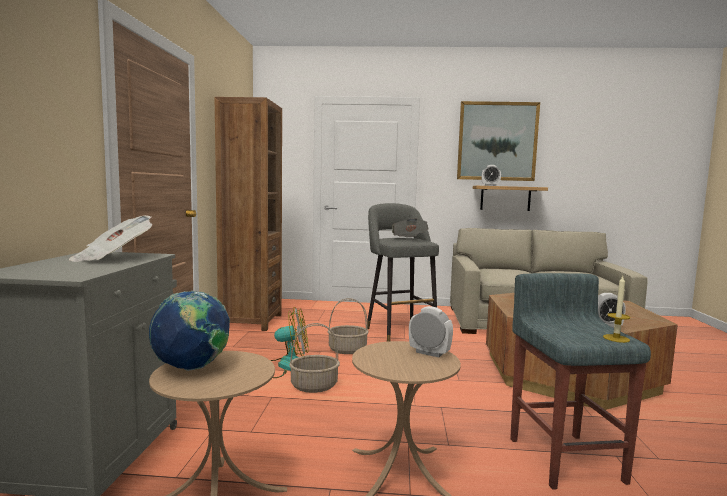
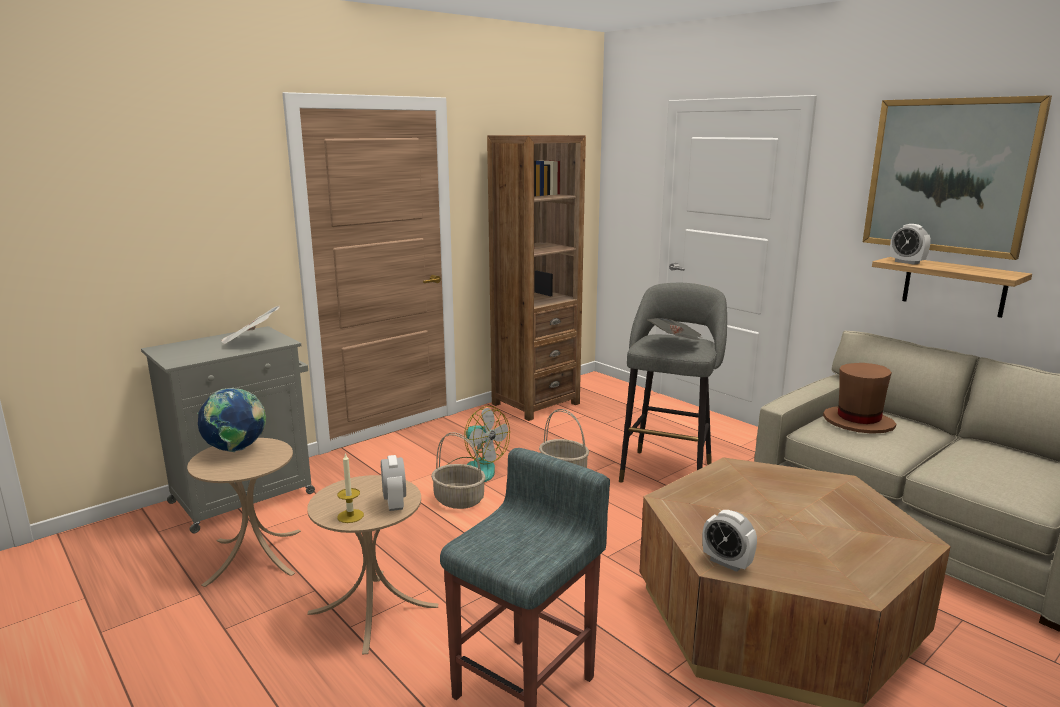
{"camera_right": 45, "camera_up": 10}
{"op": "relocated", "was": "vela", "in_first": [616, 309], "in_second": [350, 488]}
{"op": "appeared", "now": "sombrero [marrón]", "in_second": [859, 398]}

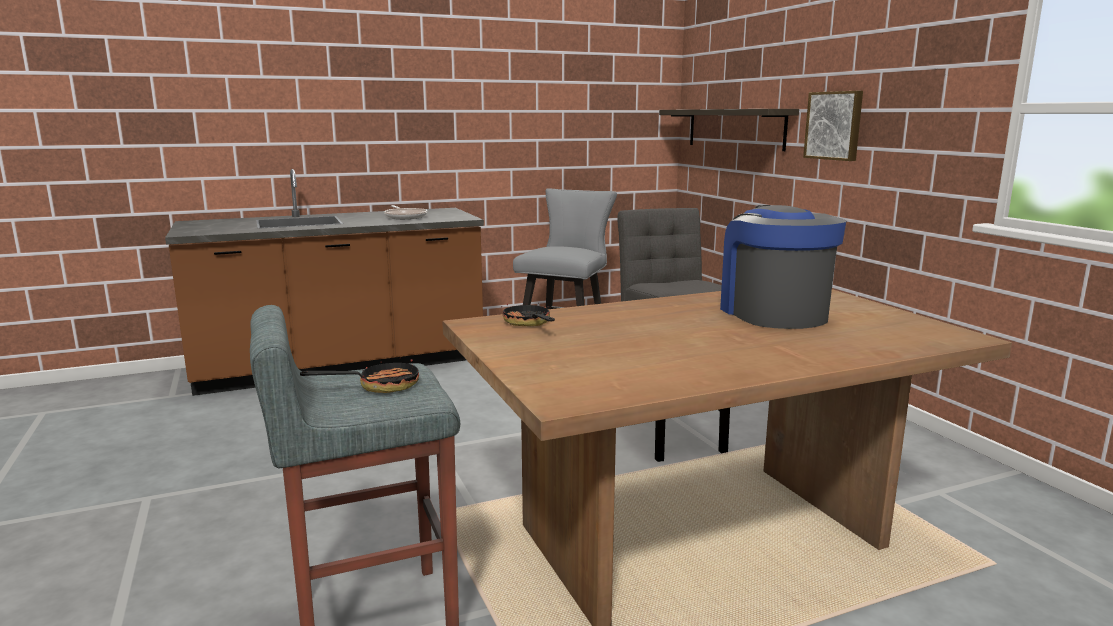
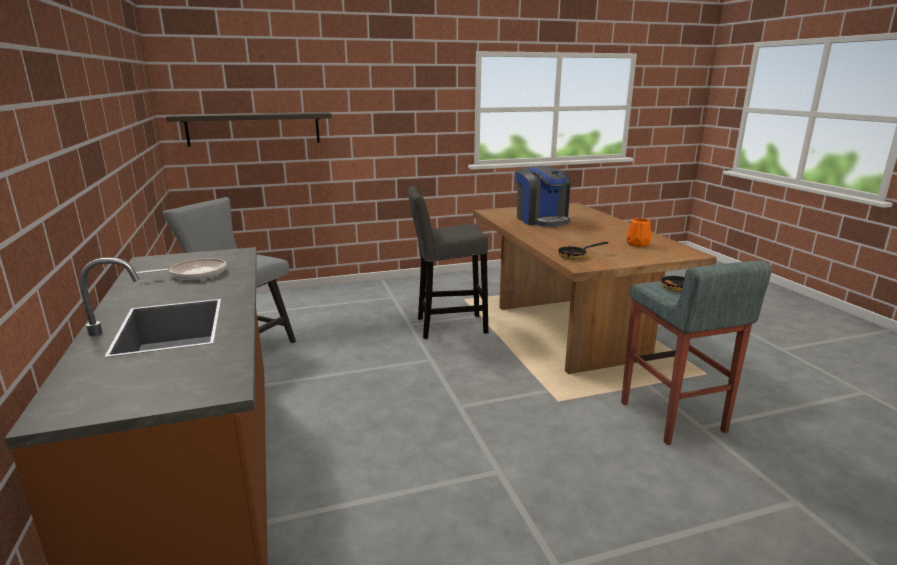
{"camera_right": -85, "camera_up": 5}
{"op": "missing", "was": "cuadro", "in_first": [833, 126]}
{"op": "spun", "was": "cafetera", "in_first": [783, 267], "in_second": [542, 196], "clockwise": -105}
{"op": "appeared", "now": "florero [naranja]", "in_second": [638, 232]}

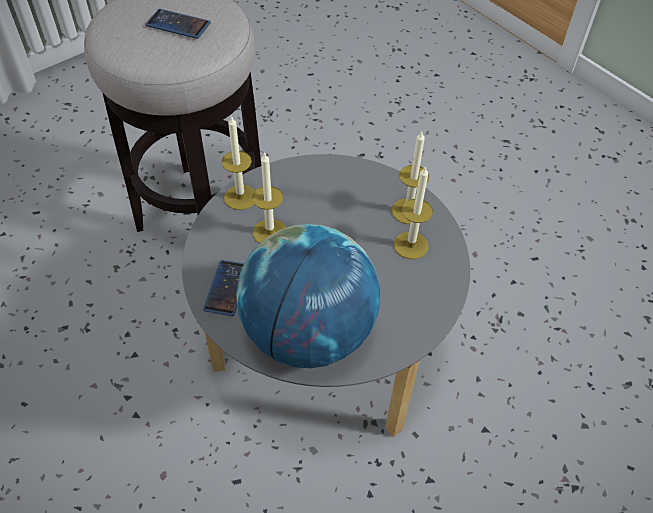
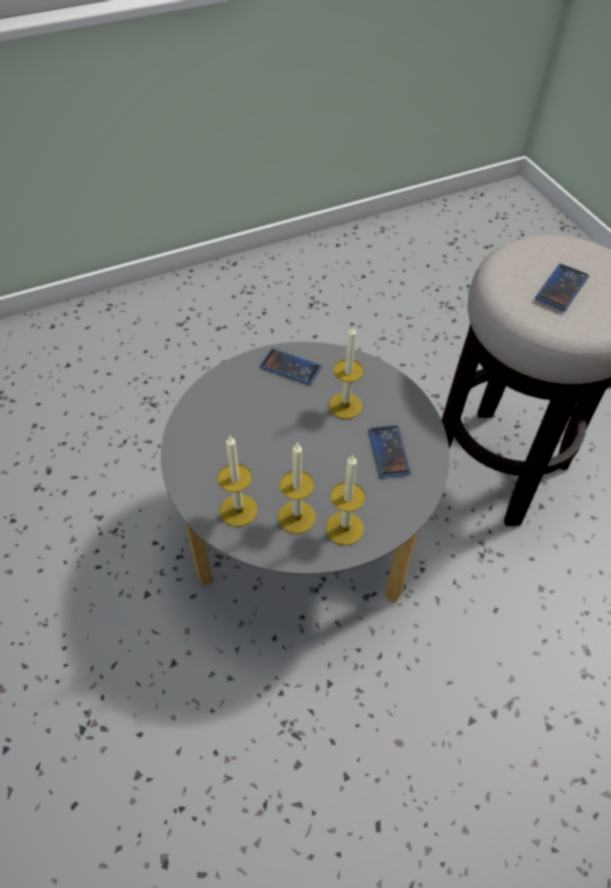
{"camera_right": 105, "camera_up": 0}
{"op": "relocated", "was": "vela", "in_first": [238, 162], "in_second": [238, 481]}
{"op": "missing", "was": "globo terráqueo", "in_first": [308, 296]}
{"op": "appeared", "now": "móvil", "in_second": [390, 451]}

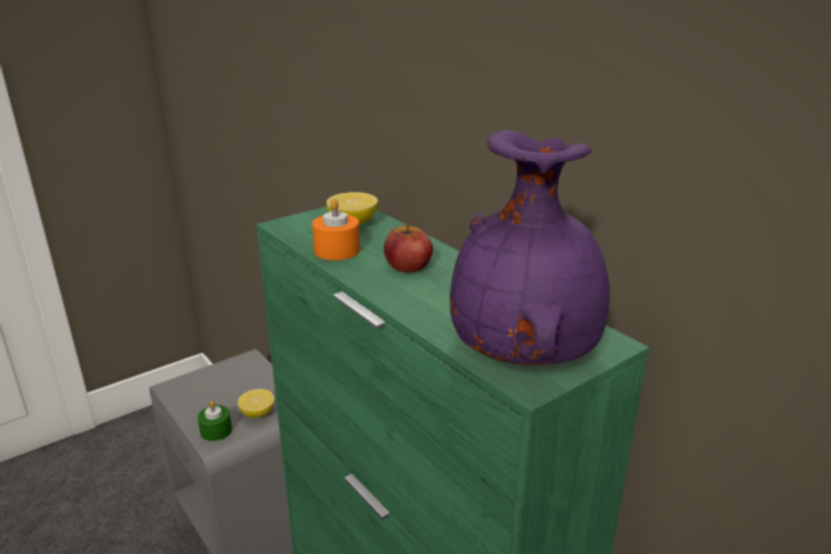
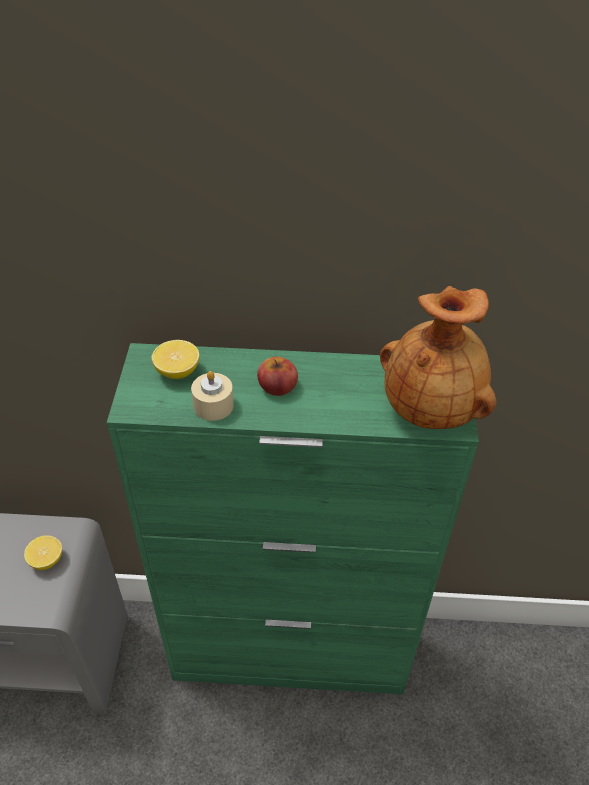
{"camera_right": -50, "camera_up": 20}
{"op": "colour", "was": "florero [morado]", "now": "florero [marrón]", "in_first": [530, 248], "in_second": [438, 357]}
{"op": "colour", "was": "vela [naranja]", "now": "vela [beis]", "in_first": [336, 229], "in_second": [212, 396]}
{"op": "missing", "was": "vela [verde]", "in_first": [215, 421]}

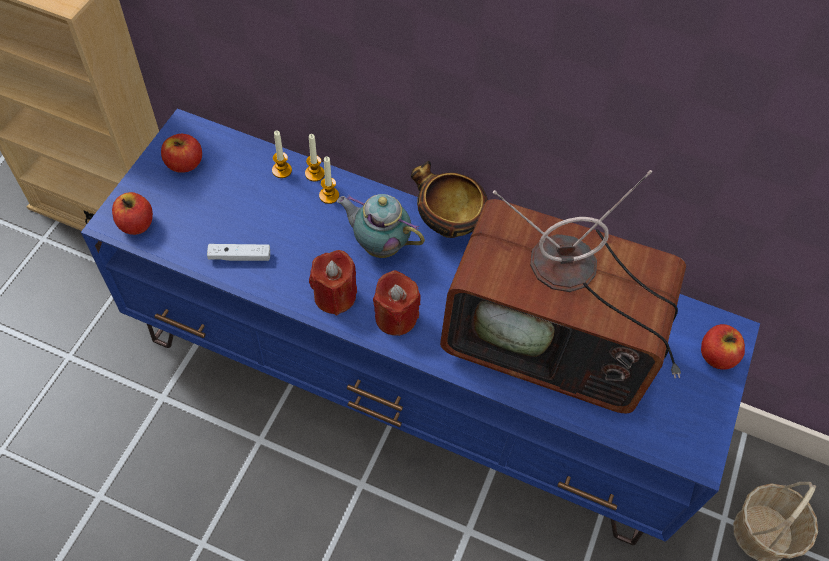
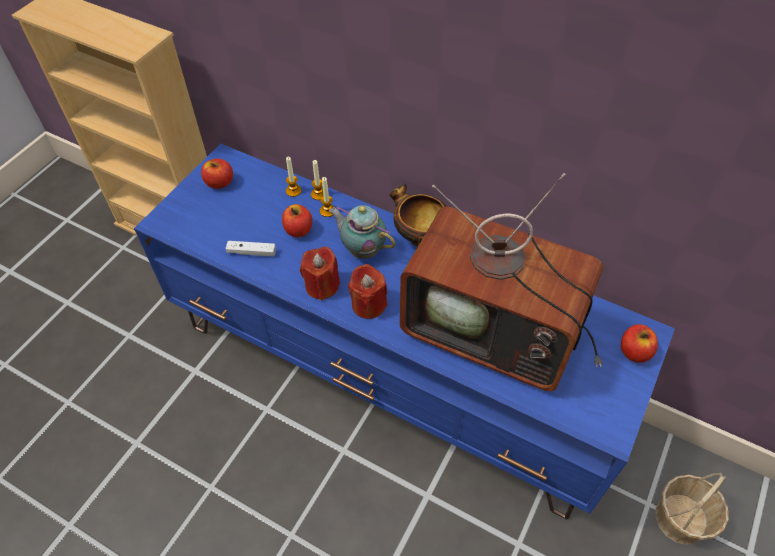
{"camera_right": 10, "camera_up": -5}
{"op": "relocated", "was": "manzana", "in_first": [132, 213], "in_second": [297, 220]}

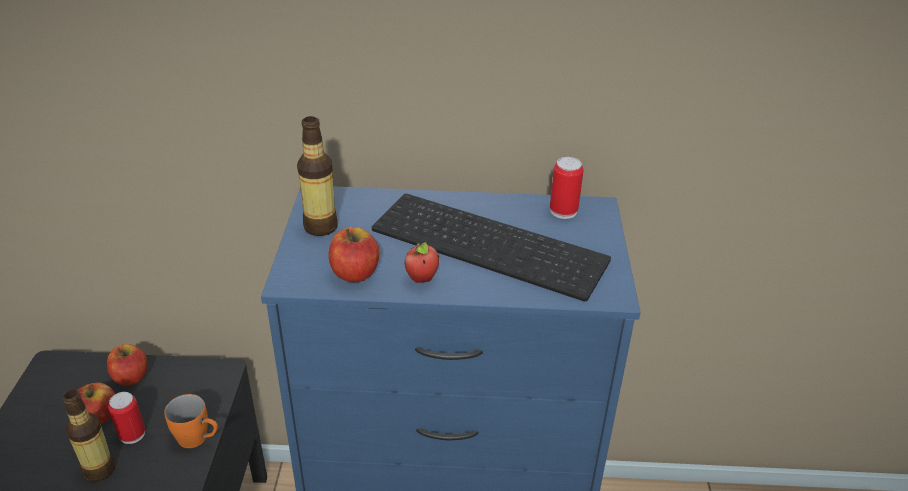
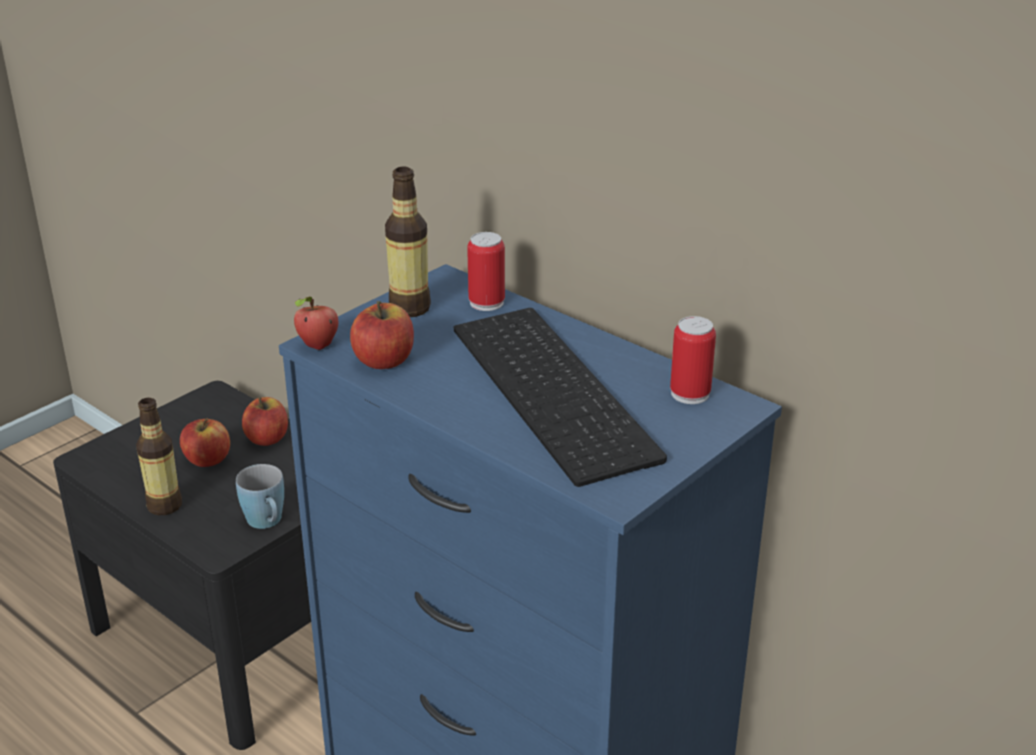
{"camera_right": 40, "camera_up": -5}
{"op": "relocated", "was": "manzana", "in_first": [421, 262], "in_second": [316, 323]}
{"op": "relocated", "was": "lata", "in_first": [126, 418], "in_second": [486, 271]}
{"op": "colour", "was": "taza grande [naranja]", "now": "taza grande [azul]", "in_first": [191, 421], "in_second": [260, 496]}

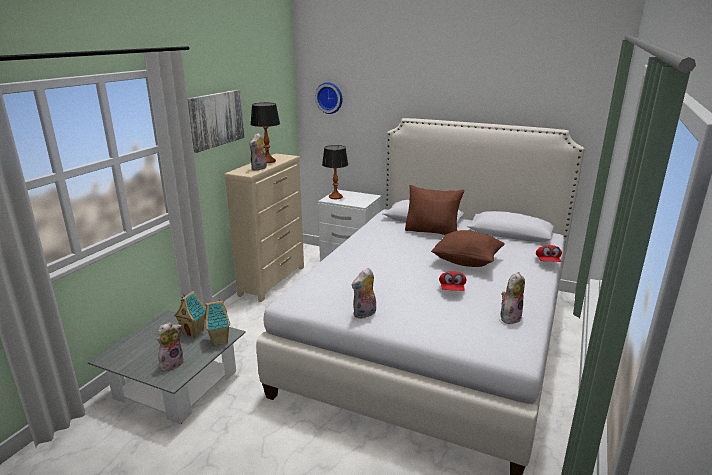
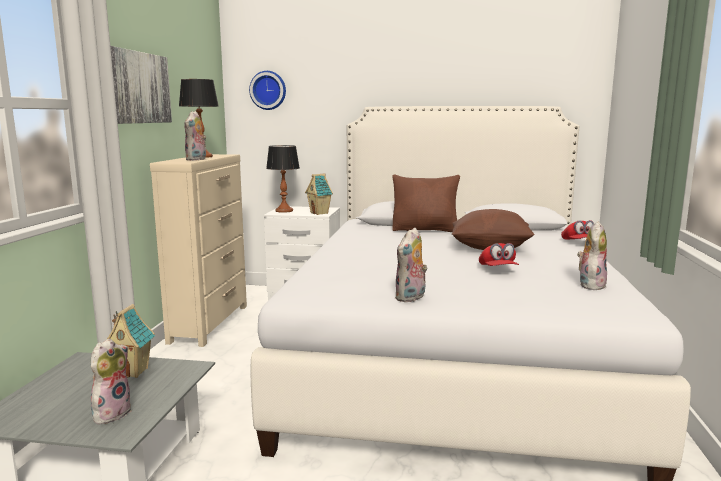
{"camera_right": -15, "camera_up": -10}
{"op": "relocated", "was": "casita", "in_first": [217, 323], "in_second": [319, 194]}

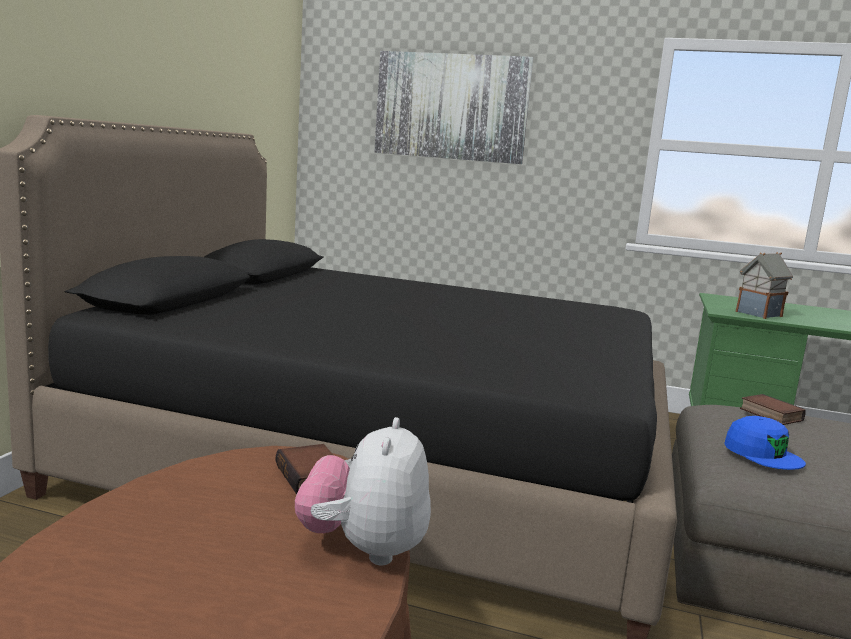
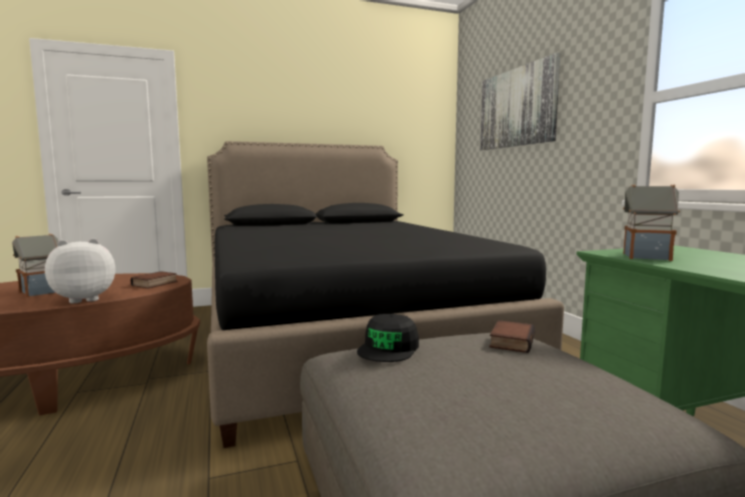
{"camera_right": 55, "camera_up": -5}
{"op": "colour", "was": "gorra [azul]", "now": "gorra [negro]", "in_first": [765, 443], "in_second": [388, 338]}
{"op": "appeared", "now": "casita", "in_second": [35, 265]}

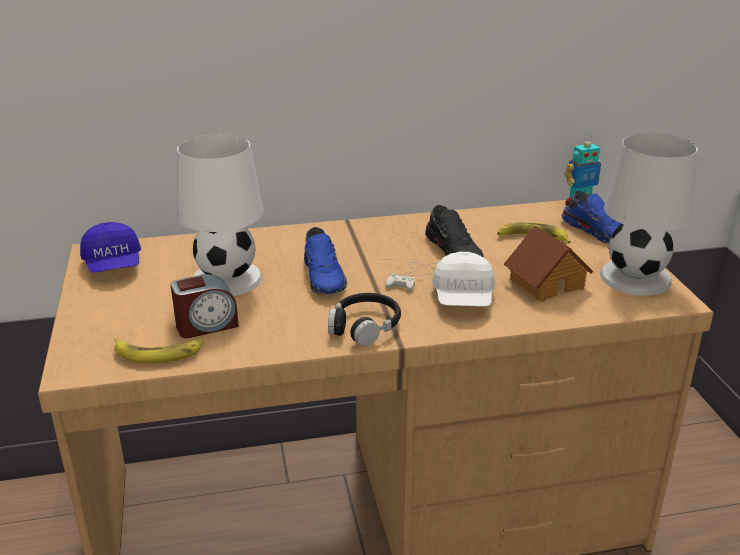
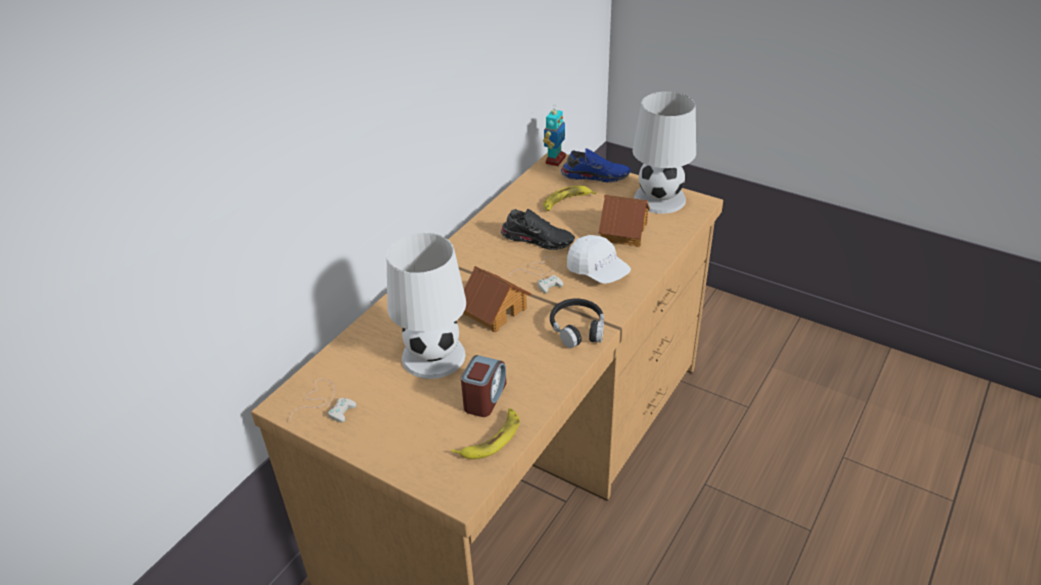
{"camera_right": -45, "camera_up": 10}
{"op": "exchanged", "was": "gorra [azul]", "now": "mando de consola [blanco]", "in_first": [110, 247], "in_second": [323, 400]}
{"op": "exchanged", "was": "zapato [azul]", "now": "casita", "in_first": [325, 260], "in_second": [497, 299]}

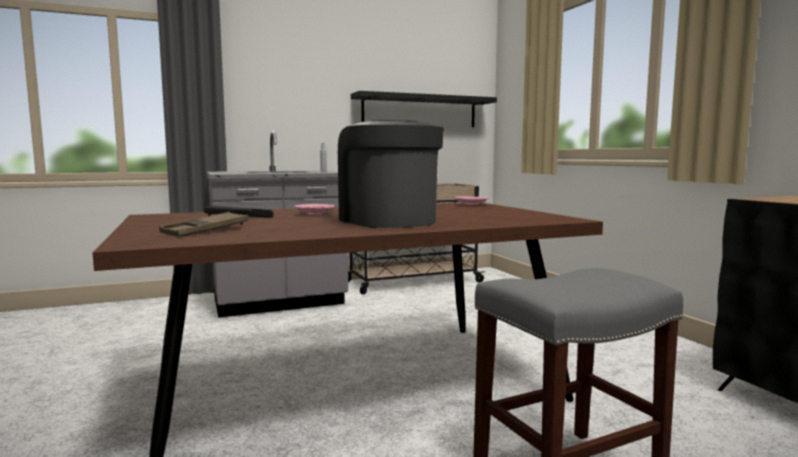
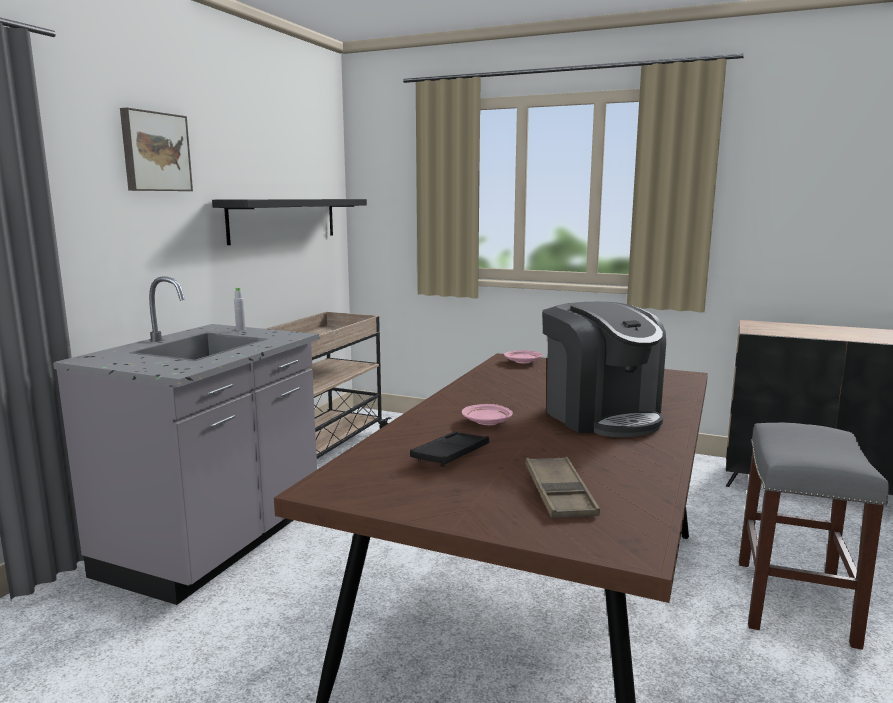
{"camera_right": -45, "camera_up": 5}
{"op": "spun", "was": "cafetera", "in_first": [391, 174], "in_second": [604, 369], "clockwise": -135}
{"op": "appeared", "now": "cuadro", "in_second": [156, 149]}

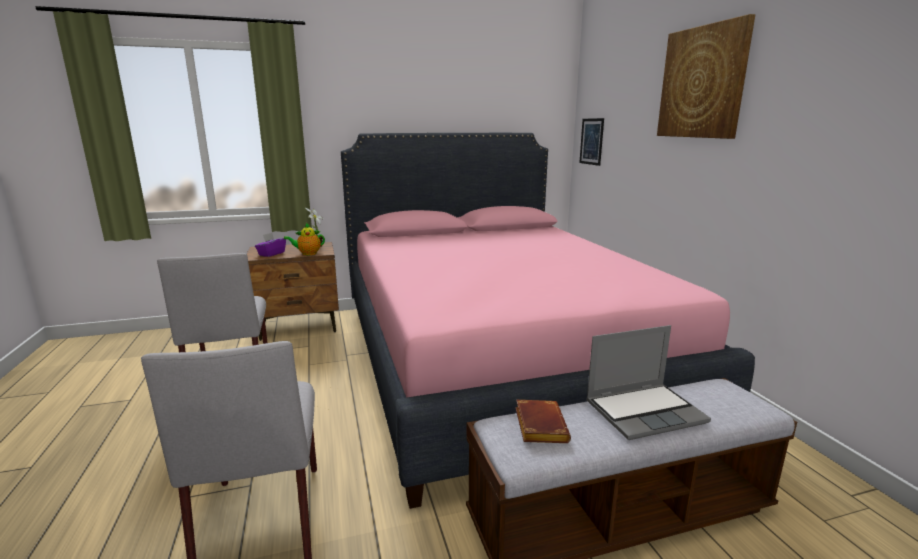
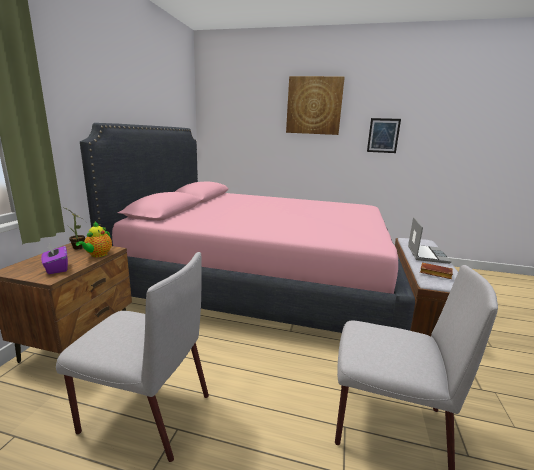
{"camera_right": -60, "camera_up": 0}
{"op": "relocated", "was": "cuadro", "in_first": [591, 142], "in_second": [384, 135]}

